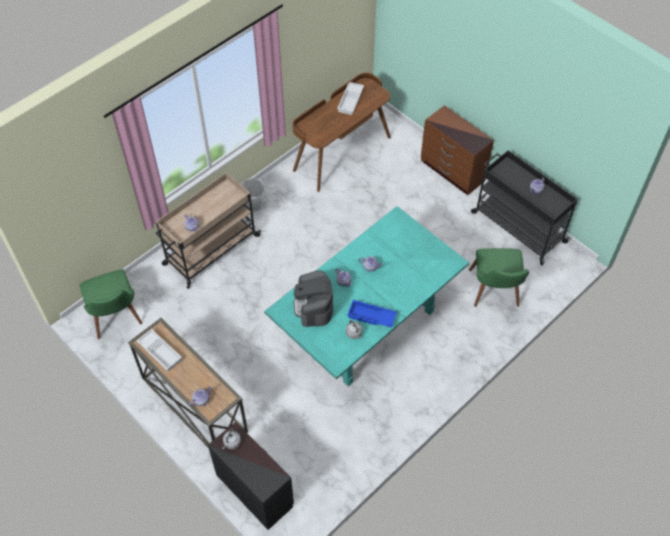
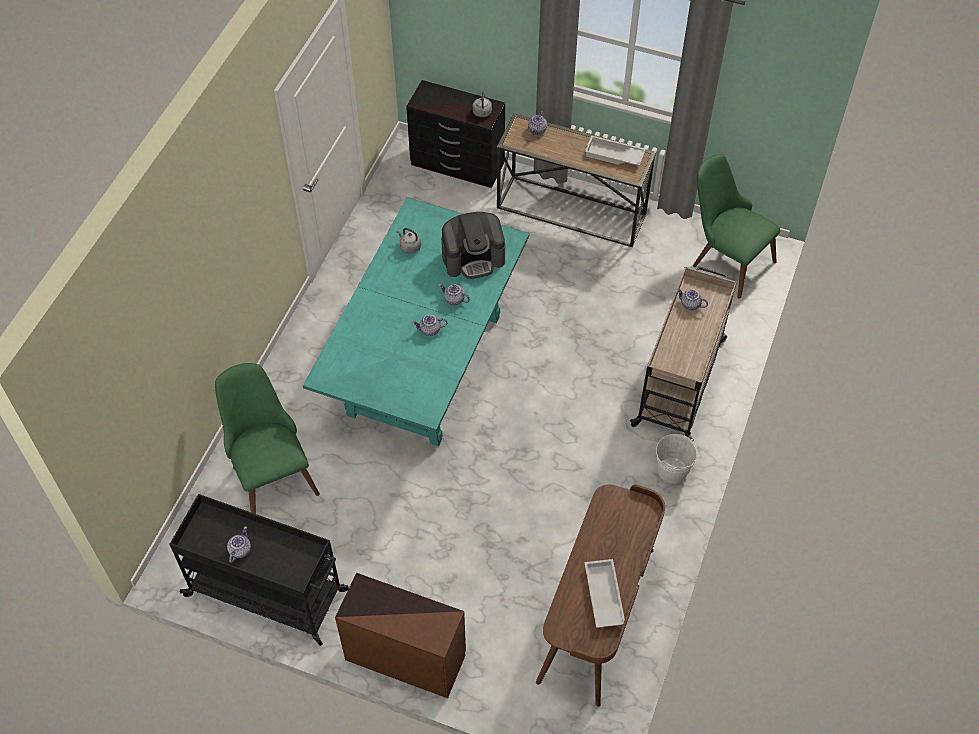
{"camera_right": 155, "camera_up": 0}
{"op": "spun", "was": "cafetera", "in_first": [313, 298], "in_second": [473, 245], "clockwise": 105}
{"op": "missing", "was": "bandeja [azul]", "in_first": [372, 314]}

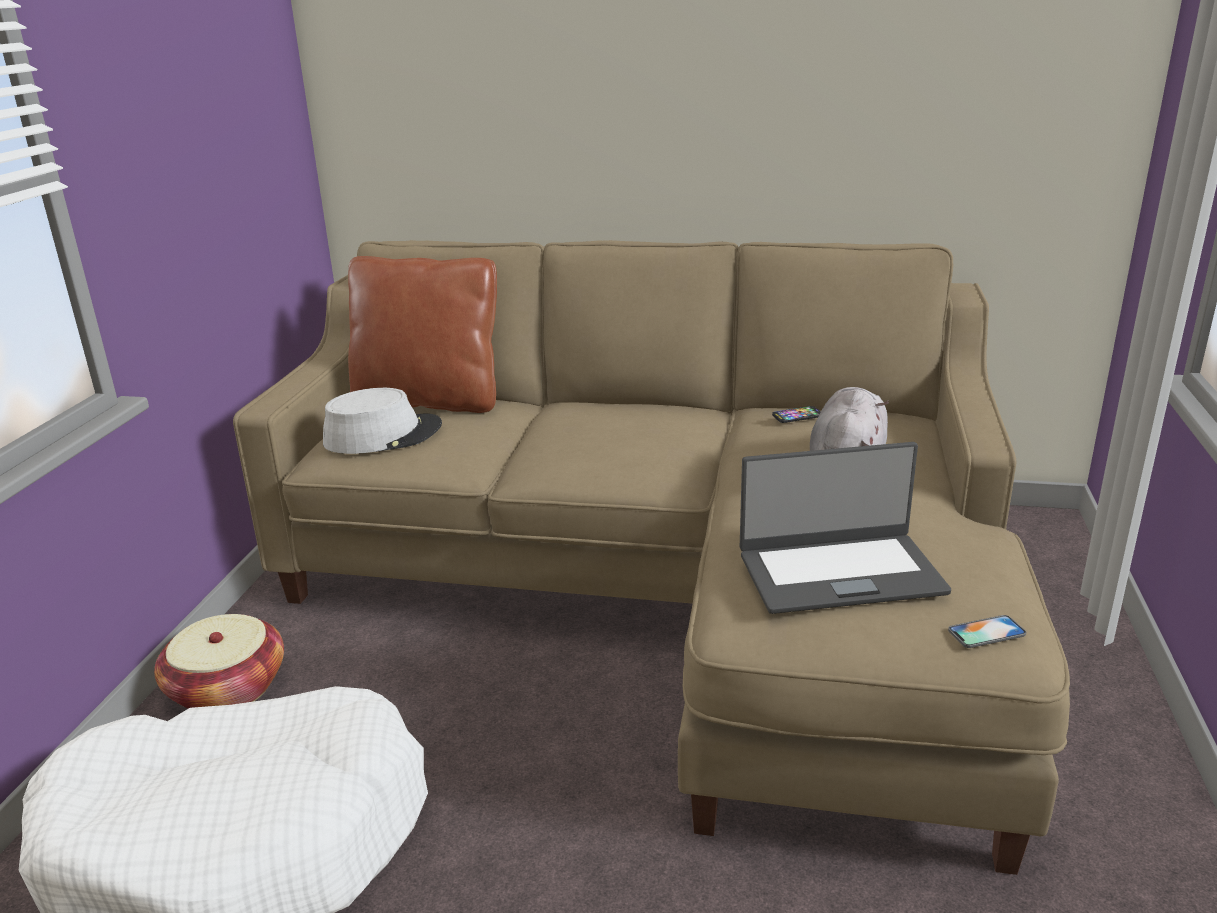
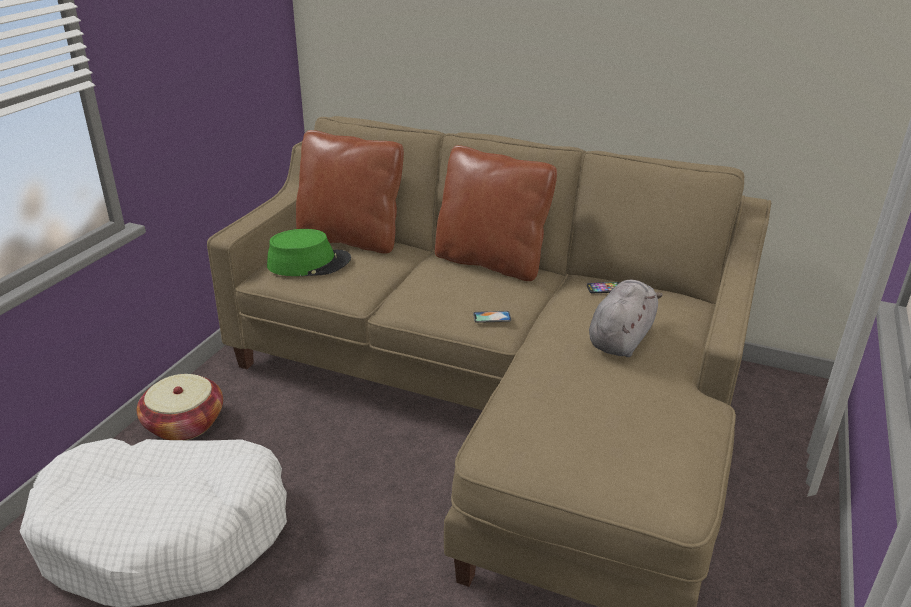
{"camera_right": 10, "camera_up": 5}
{"op": "colour", "was": "sombrero [gris]", "now": "sombrero [verde]", "in_first": [382, 421], "in_second": [309, 252]}
{"op": "missing", "was": "portátil", "in_first": [845, 528]}
{"op": "relocated", "was": "móvil", "in_first": [987, 631], "in_second": [492, 317]}
{"op": "appeared", "now": "cojín [marrón]", "in_second": [496, 213]}

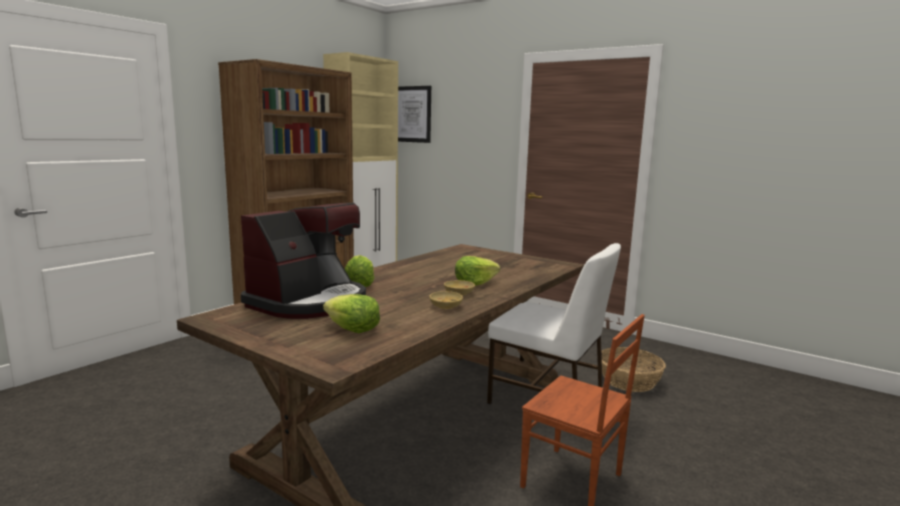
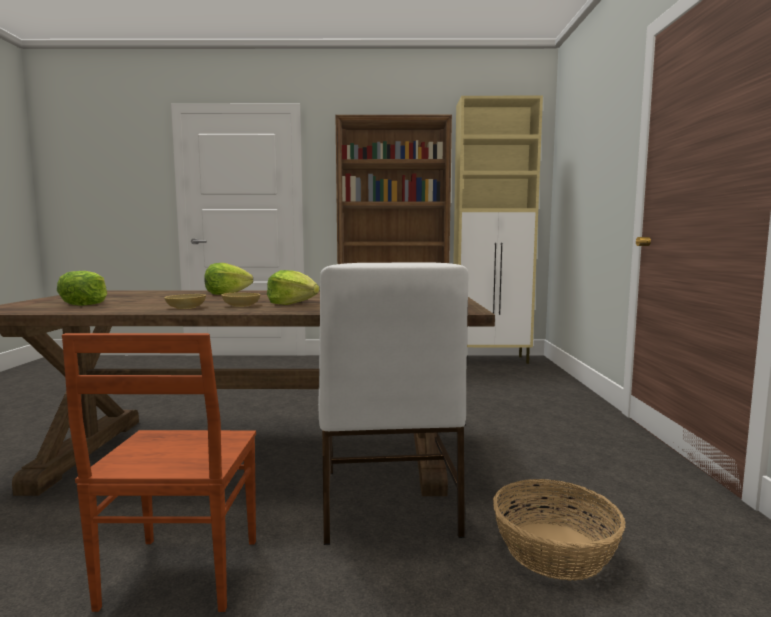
{"camera_right": 55, "camera_up": -5}
{"op": "missing", "was": "cuadro", "in_first": [414, 114]}
{"op": "missing", "was": "cafetera", "in_first": [303, 261]}

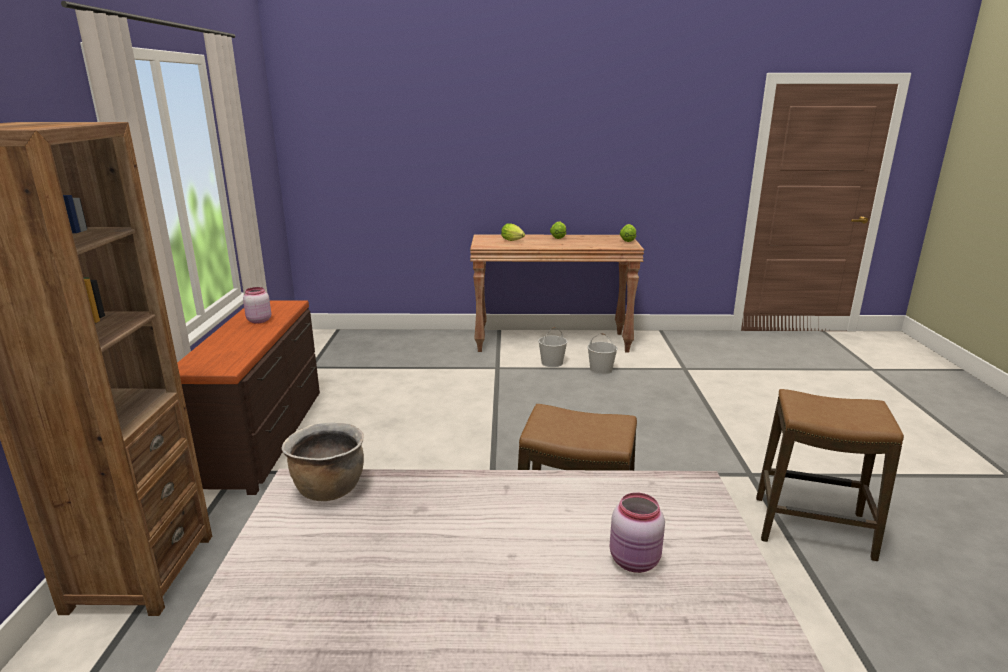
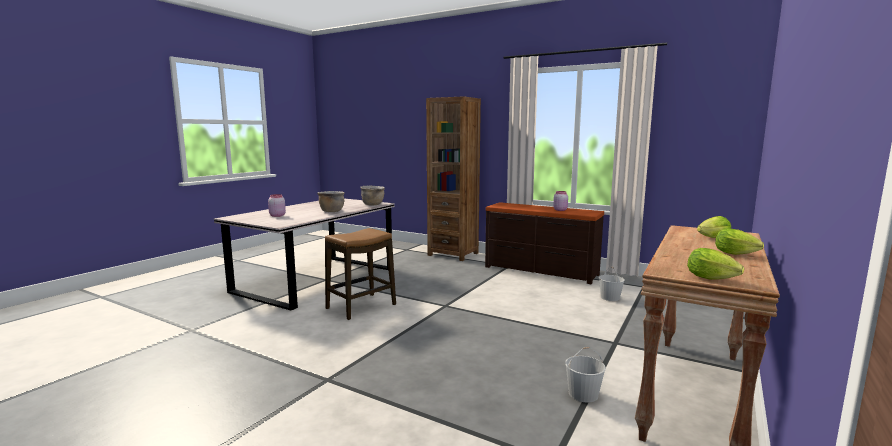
{"camera_right": 120, "camera_up": -10}
{"op": "relocated", "was": "cubo [blanco]", "in_first": [553, 347], "in_second": [612, 284]}
{"op": "missing", "was": "taburete", "in_first": [830, 475]}
{"op": "appeared", "now": "olla [marrón]", "in_second": [331, 201]}

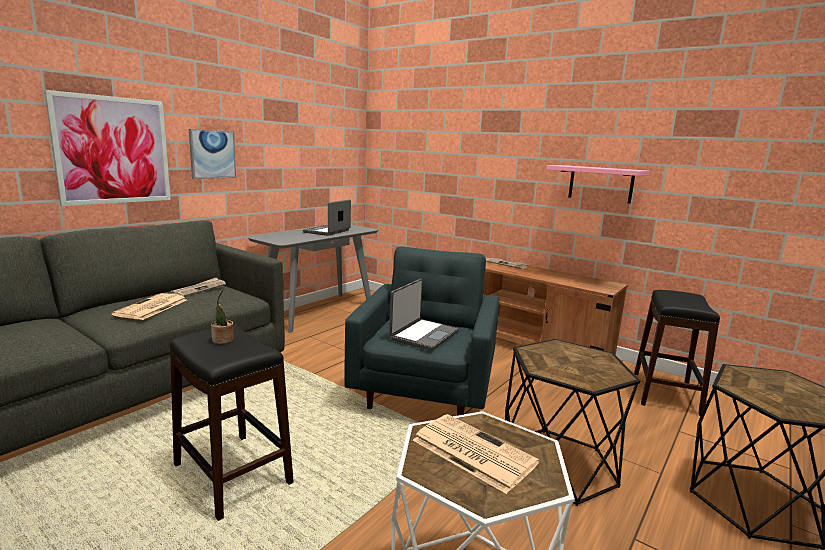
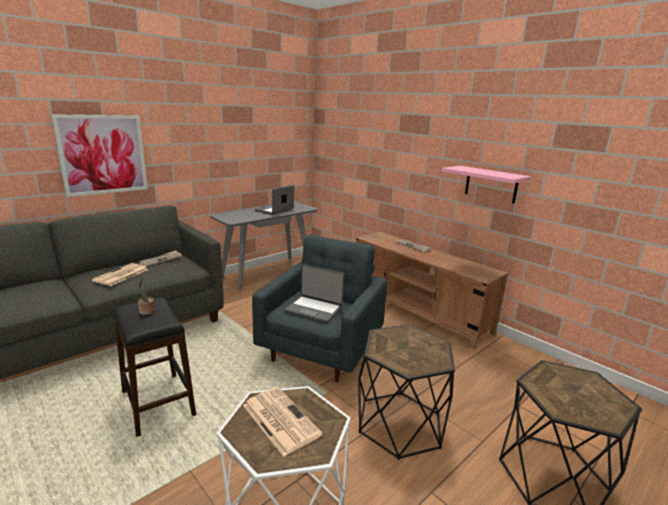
{"camera_right": 10, "camera_up": 5}
{"op": "missing", "was": "cuadro", "in_first": [212, 154]}
{"op": "spun", "was": "portátil", "in_first": [424, 315], "in_second": [314, 293], "clockwise": 75}
{"op": "missing", "was": "taburete [negro]", "in_first": [677, 353]}

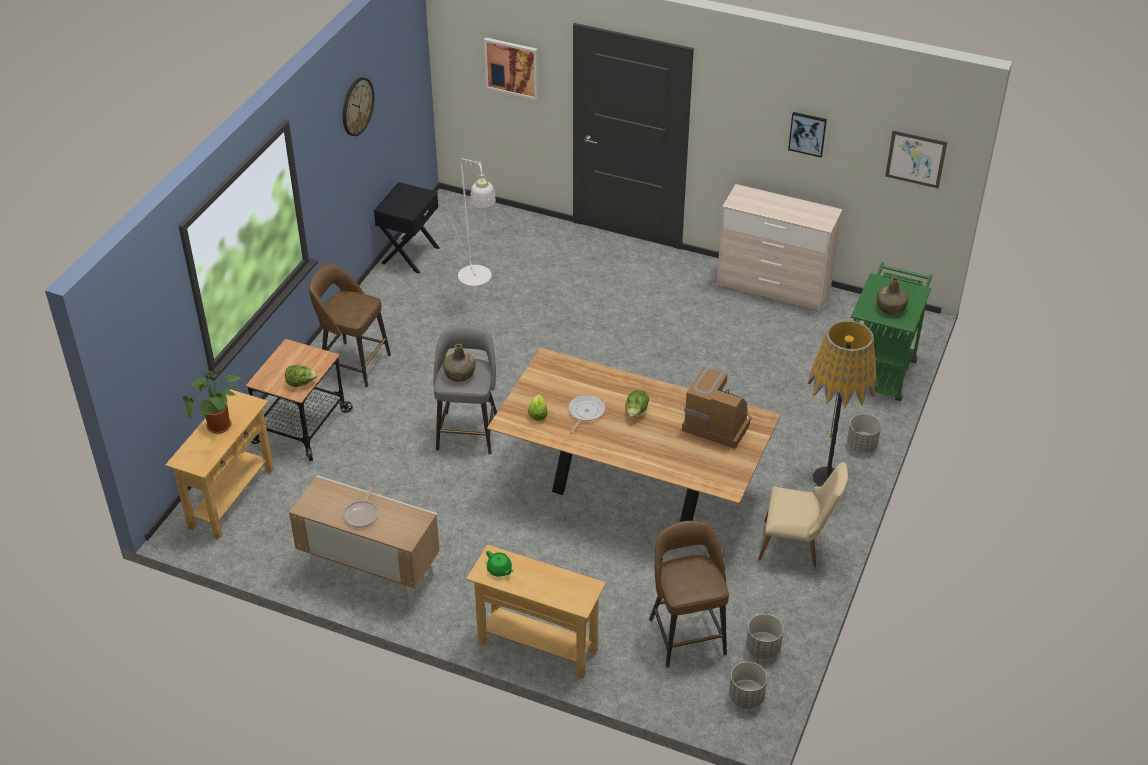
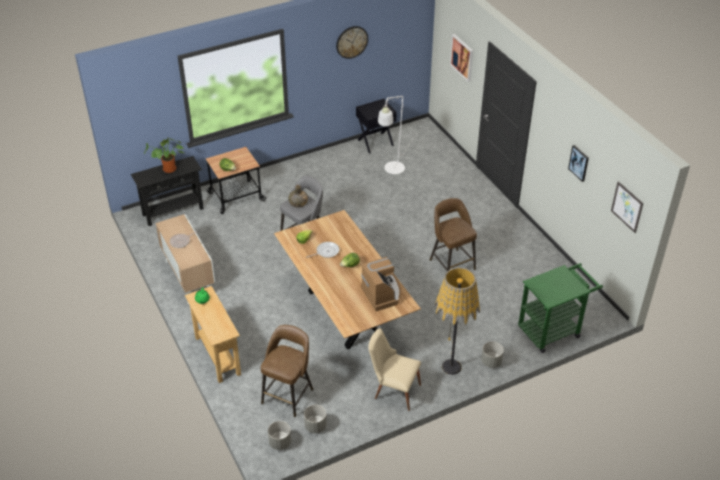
{"camera_right": 40, "camera_up": 0}
{"op": "missing", "was": "cómoda [beis]", "in_first": [780, 248]}
{"op": "relocated", "was": "taburete [marrón]", "in_first": [350, 325], "in_second": [453, 235]}
{"op": "missing", "was": "botella [verde]", "in_first": [892, 296]}
{"op": "colour", "was": "mesa consola [beis]", "now": "mesa consola [negro]", "in_first": [219, 464], "in_second": [167, 191]}
{"op": "spun", "was": "silla [beis]", "in_first": [803, 515], "in_second": [394, 369], "clockwise": 150}

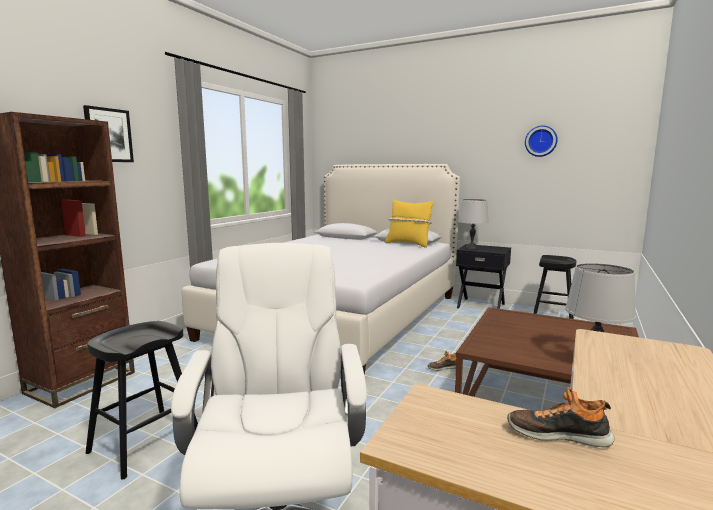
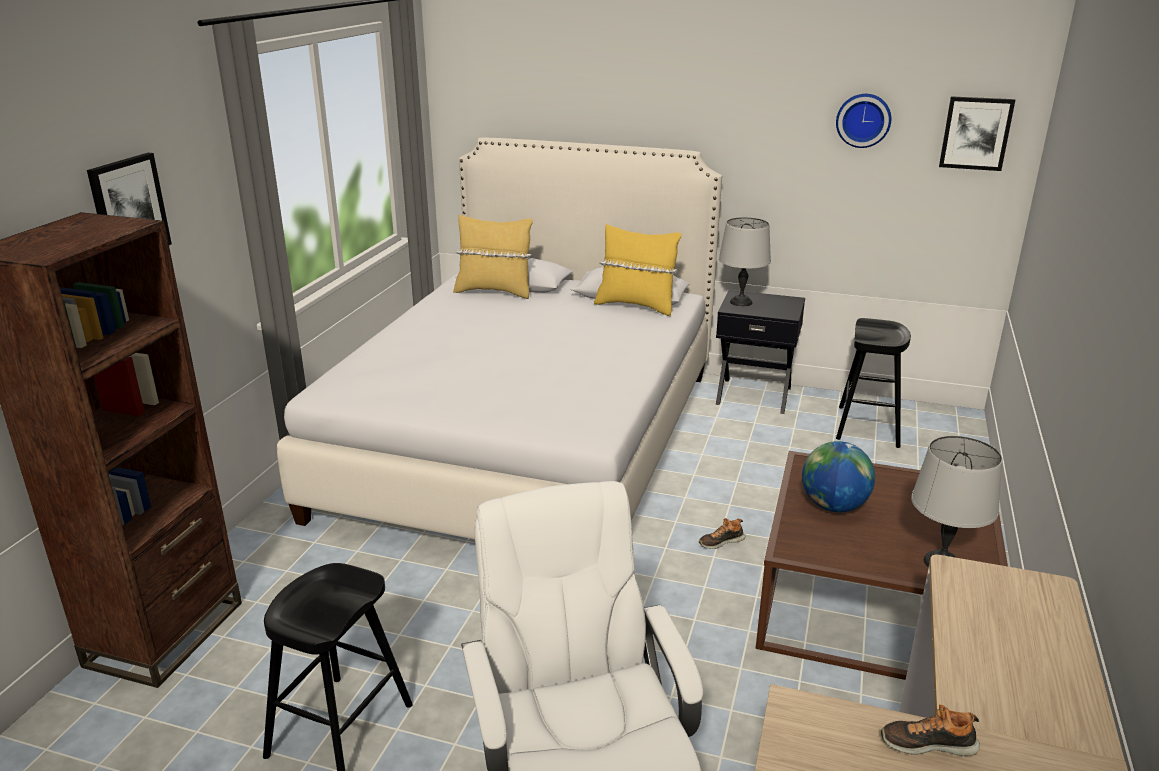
{"camera_right": -10, "camera_up": 15}
{"op": "appeared", "now": "cuadro", "in_second": [977, 133]}
{"op": "appeared", "now": "cojín [amarillo]", "in_second": [493, 256]}
{"op": "appeared", "now": "globo terráqueo", "in_second": [838, 476]}

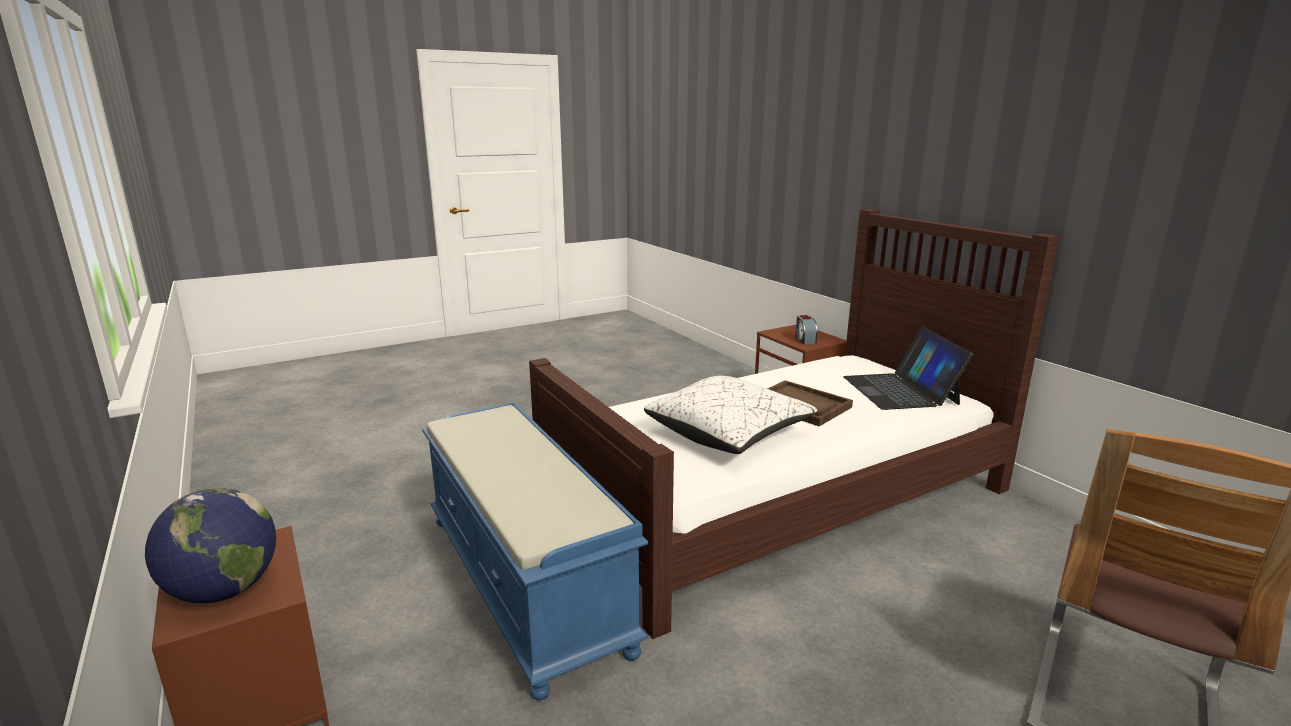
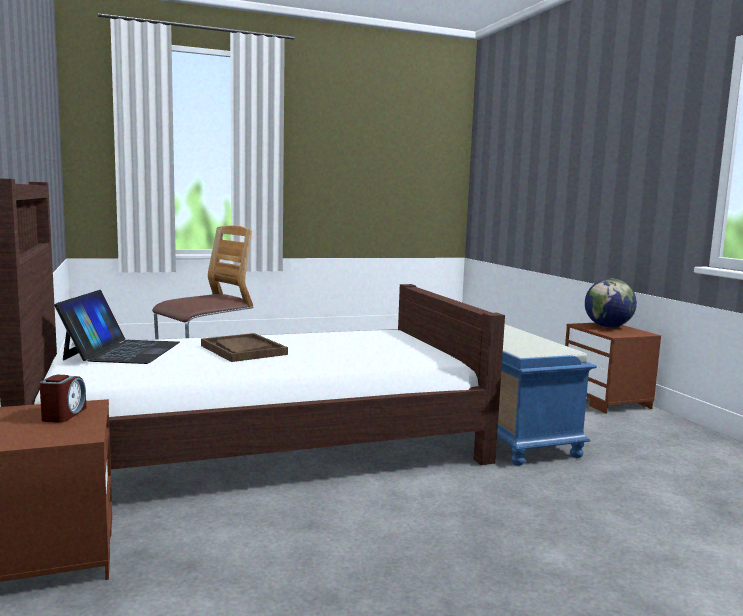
{"camera_right": -170, "camera_up": -10}
{"op": "missing", "was": "cojín [blanco]", "in_first": [730, 415]}

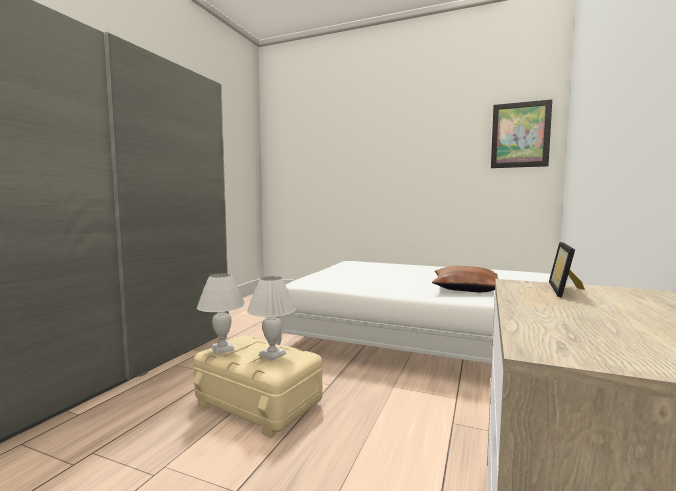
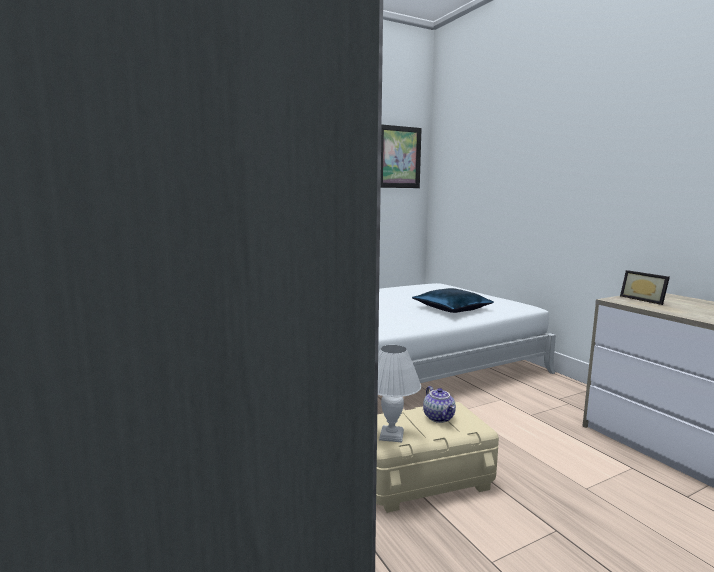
{"camera_right": -50, "camera_up": 5}
{"op": "colour", "was": "cojín [marrón]", "now": "cojín [azul]", "in_first": [465, 279], "in_second": [453, 300]}
{"op": "exchanged", "was": "lámpara de mesa [blanco]", "now": "tetera", "in_first": [271, 318], "in_second": [439, 404]}

